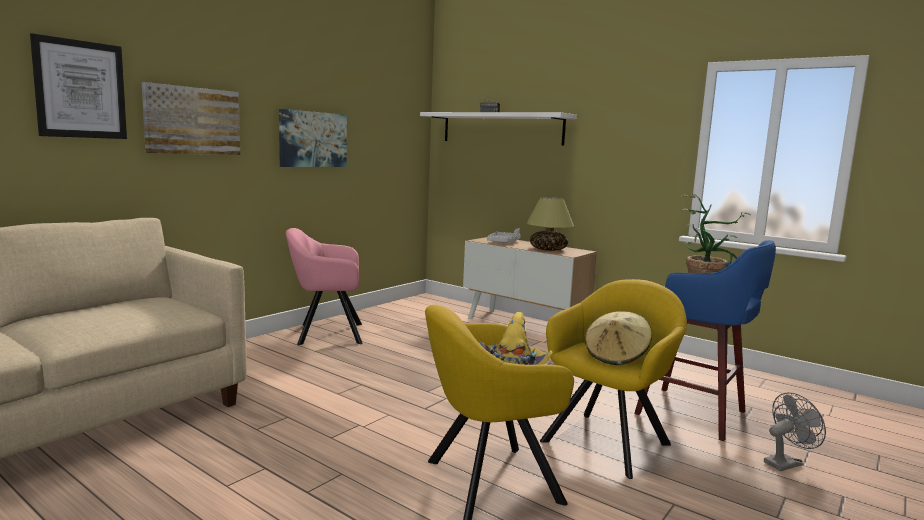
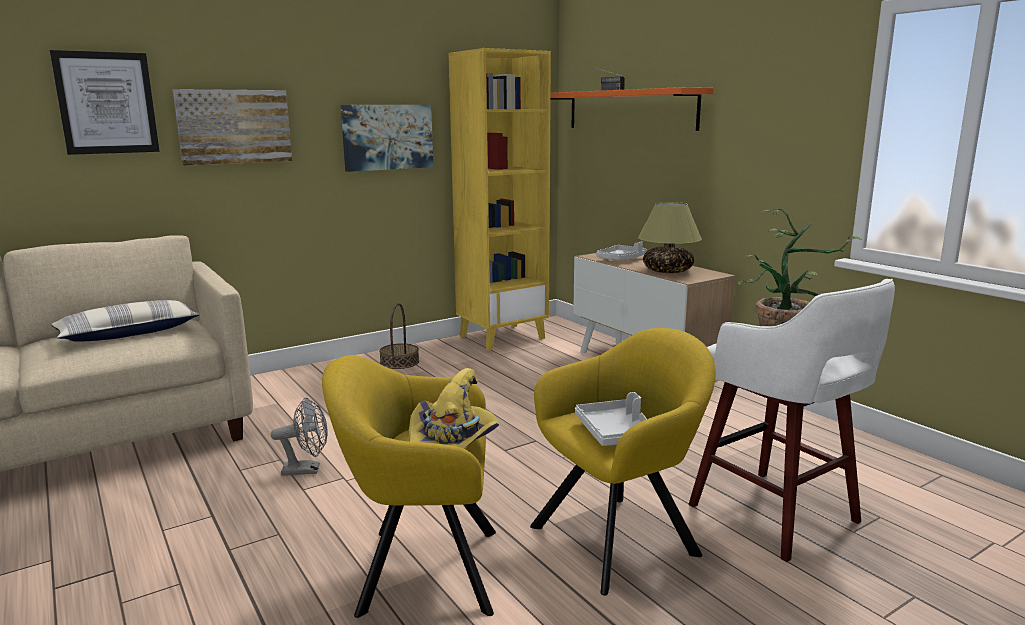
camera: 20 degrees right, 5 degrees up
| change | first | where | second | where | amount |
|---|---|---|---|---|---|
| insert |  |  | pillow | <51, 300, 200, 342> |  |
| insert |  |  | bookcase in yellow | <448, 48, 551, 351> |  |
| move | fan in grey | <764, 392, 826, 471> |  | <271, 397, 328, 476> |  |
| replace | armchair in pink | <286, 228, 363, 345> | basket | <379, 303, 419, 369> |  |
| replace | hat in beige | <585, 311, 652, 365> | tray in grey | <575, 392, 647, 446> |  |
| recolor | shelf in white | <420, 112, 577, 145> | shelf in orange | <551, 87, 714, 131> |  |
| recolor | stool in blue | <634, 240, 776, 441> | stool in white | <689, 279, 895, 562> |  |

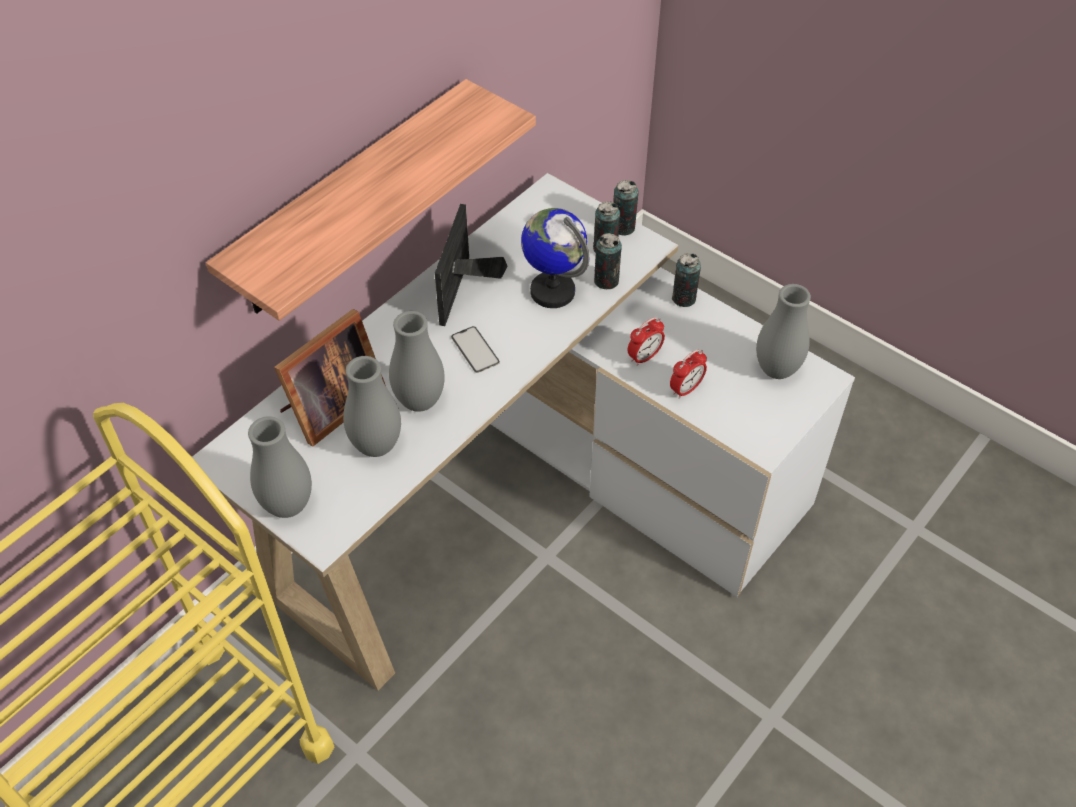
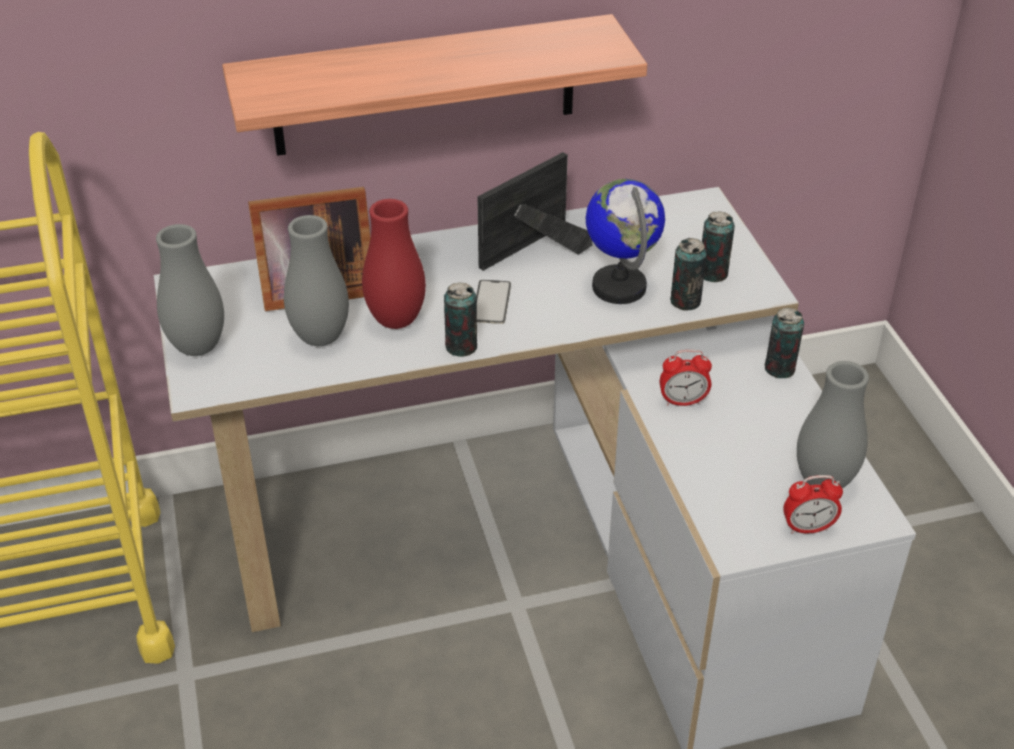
camera: 35 degrees right, 10 degrees down
| change | first | where | second | where | amount |
|---|---|---|---|---|---|
| move | can | <613, 180, 638, 236> |  | <444, 282, 477, 357> |  |
| move | alarm clock | <670, 349, 707, 399> |  | <783, 475, 843, 534> |  |
| recolor | vase in grey | <389, 311, 445, 412> | vase in red | <362, 199, 426, 329> |  |

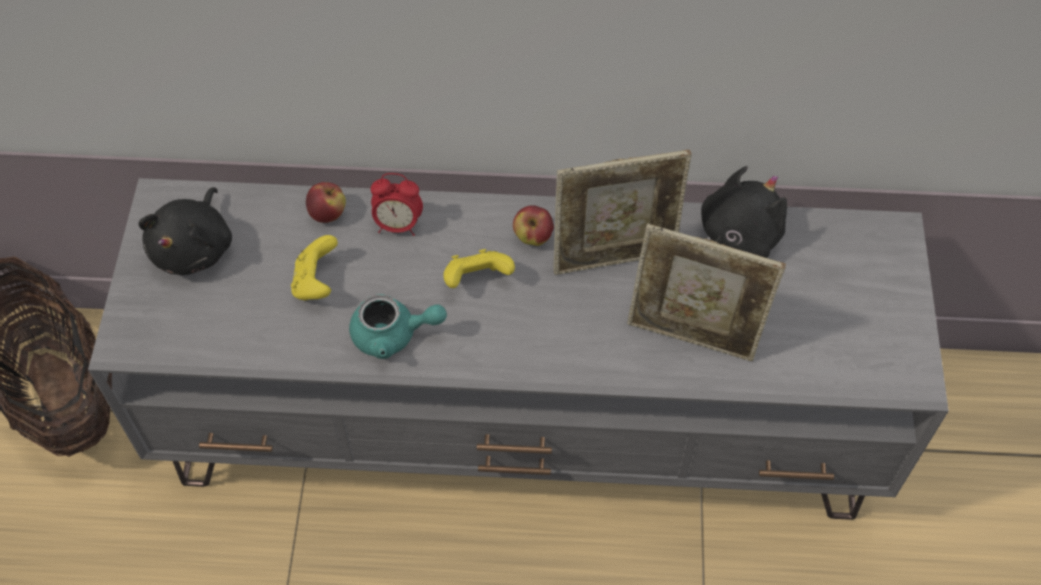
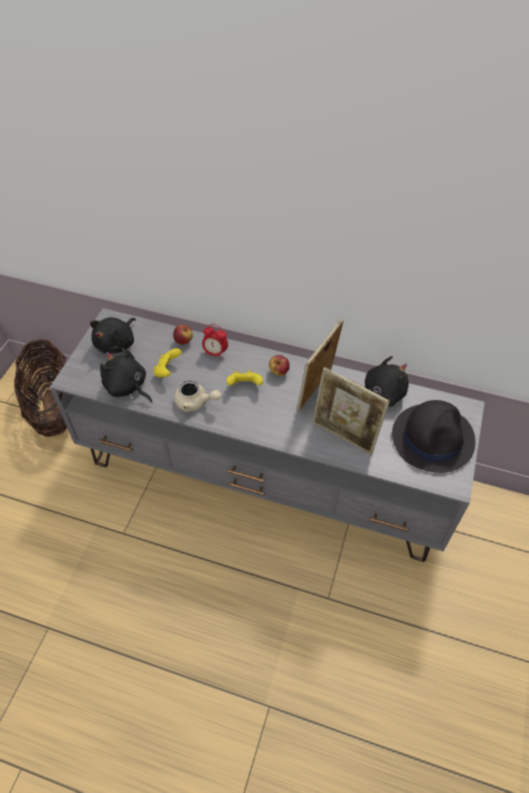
camera: 15 degrees right, 5 degrees down
| change | first | where | second | where | amount |
|---|---|---|---|---|---|
| insert |  |  | plush toy in black | <100, 347, 152, 403> |  |
| insert |  |  | hat in black | <392, 400, 475, 473> |  |
| recolor | teapot in turquoise | <349, 294, 447, 359> | teapot in beige | <174, 380, 221, 412> |  |
| rotate | picture frame | <553, 150, 692, 275> |  | <297, 319, 344, 410> | 120 degrees clockwise |

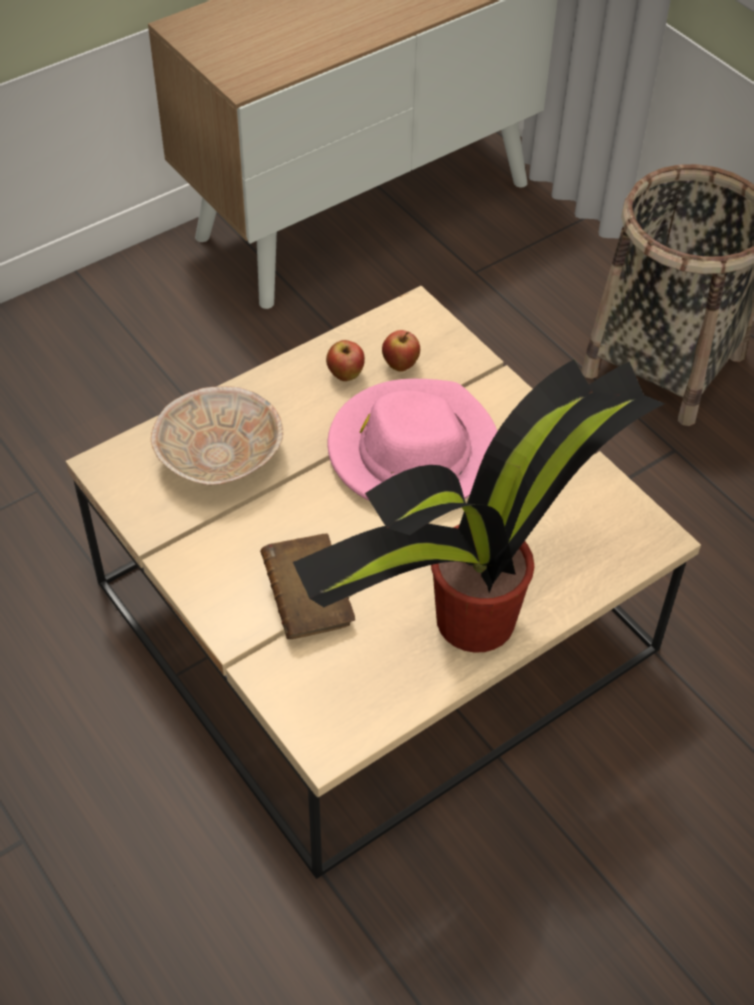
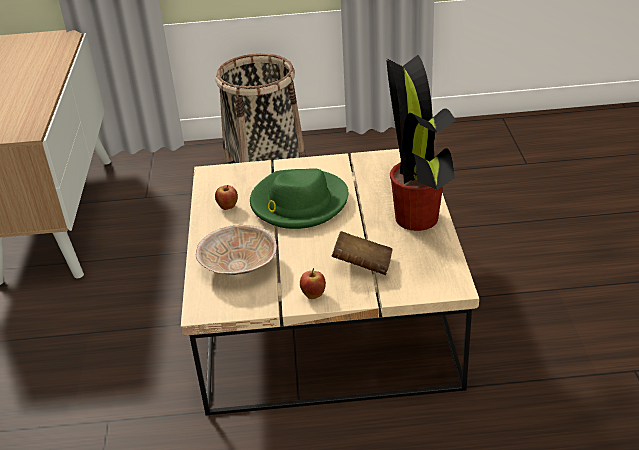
camera: 55 degrees left, 15 degrees down
| change | first | where | second | where | amount |
|---|---|---|---|---|---|
| move | apple | <382, 330, 420, 372> |  | <300, 268, 326, 299> |  |
| recolor | hat in pink | <328, 379, 497, 501> | hat in green | <250, 168, 348, 229> |  |

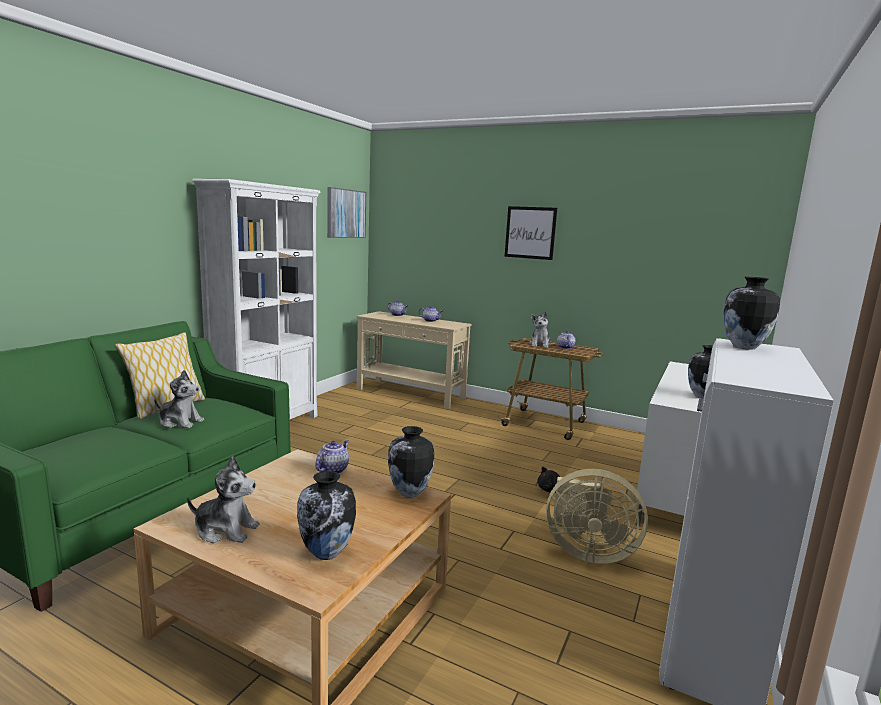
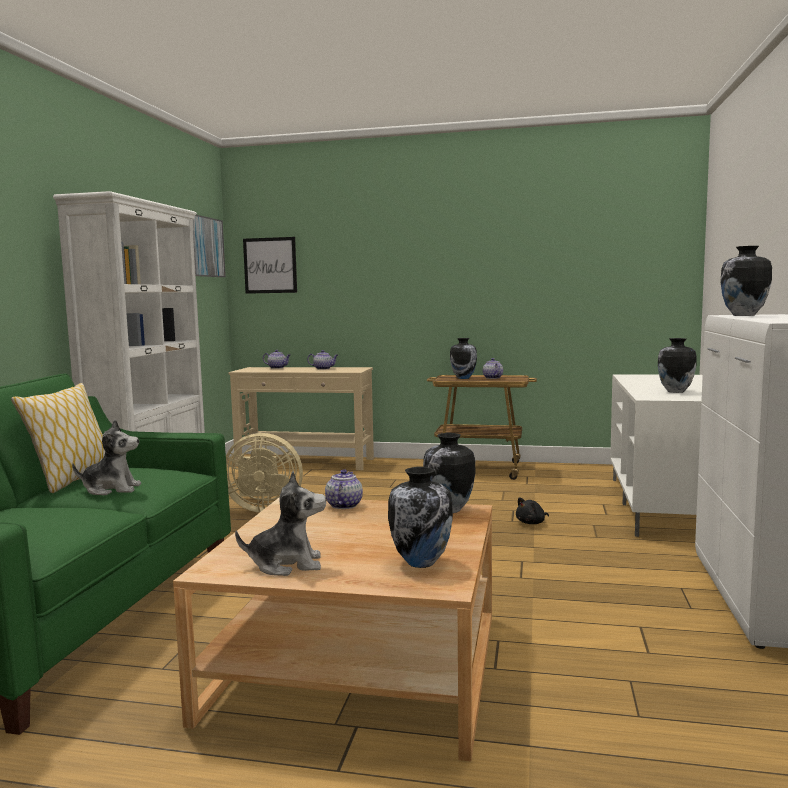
camera: 15 degrees left, 5 degrees down
| change | first | where | second | where | amount |
|---|---|---|---|---|---|
| move | picture | <504, 206, 557, 260> |  | <243, 237, 297, 294> |  |
| move | fan in beige | <546, 469, 648, 564> |  | <226, 433, 303, 512> |  |
| replace | plush toy | <529, 311, 551, 348> | vase | <450, 338, 477, 379> |  |

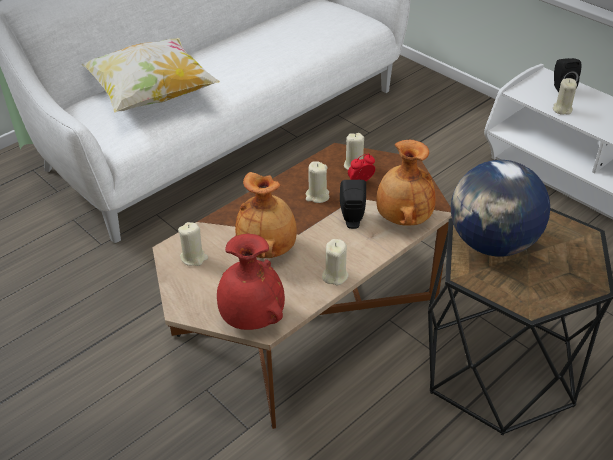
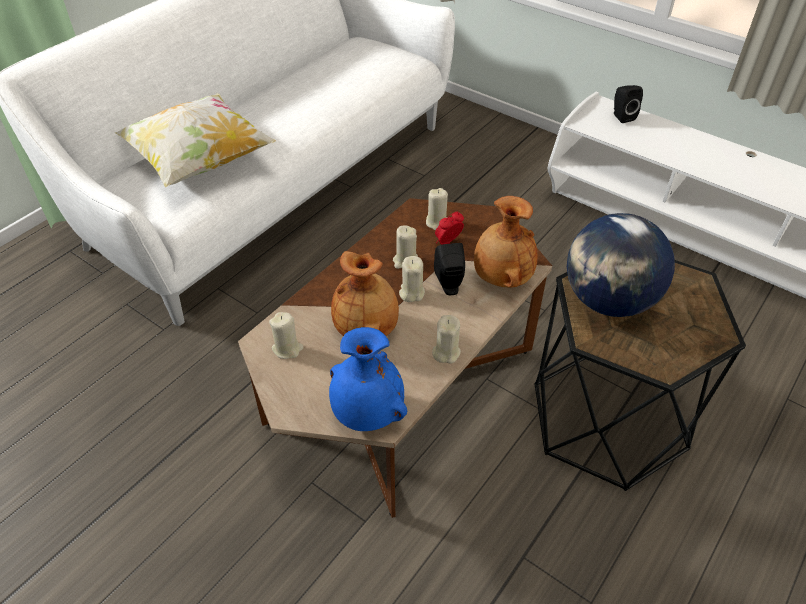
camera: 10 degrees left, 5 degrees up
| change | first | where | second | where | amount |
|---|---|---|---|---|---|
| move | candle in beige | <553, 78, 577, 115> |  | <399, 256, 425, 302> |  |
| recolor | vase in red | <217, 234, 285, 330> | vase in blue | <329, 327, 407, 431> |  |

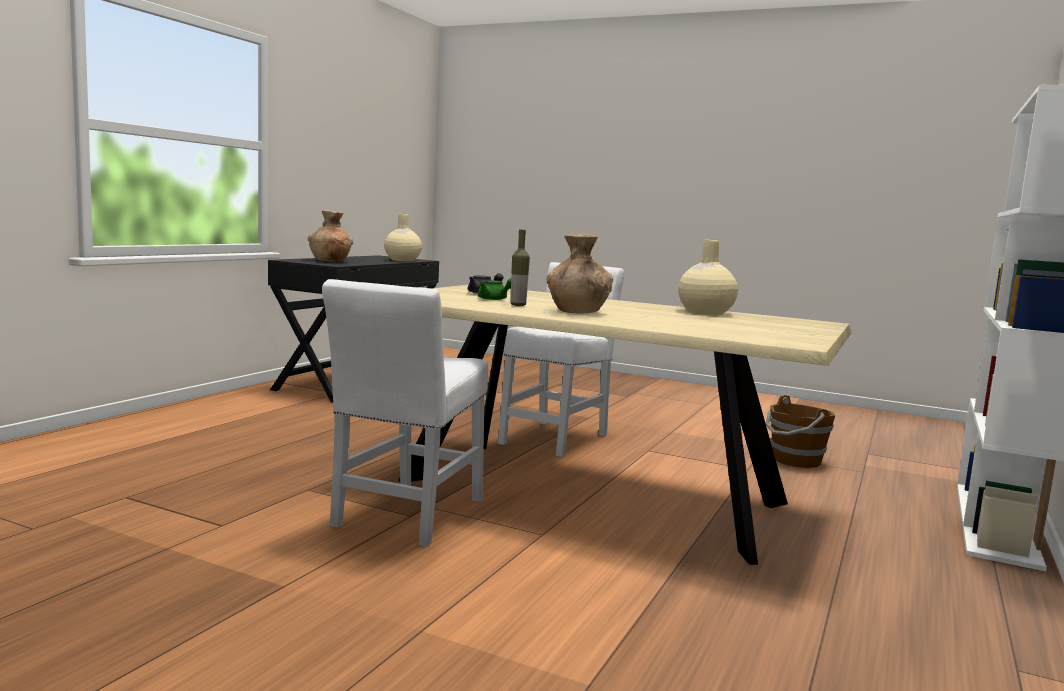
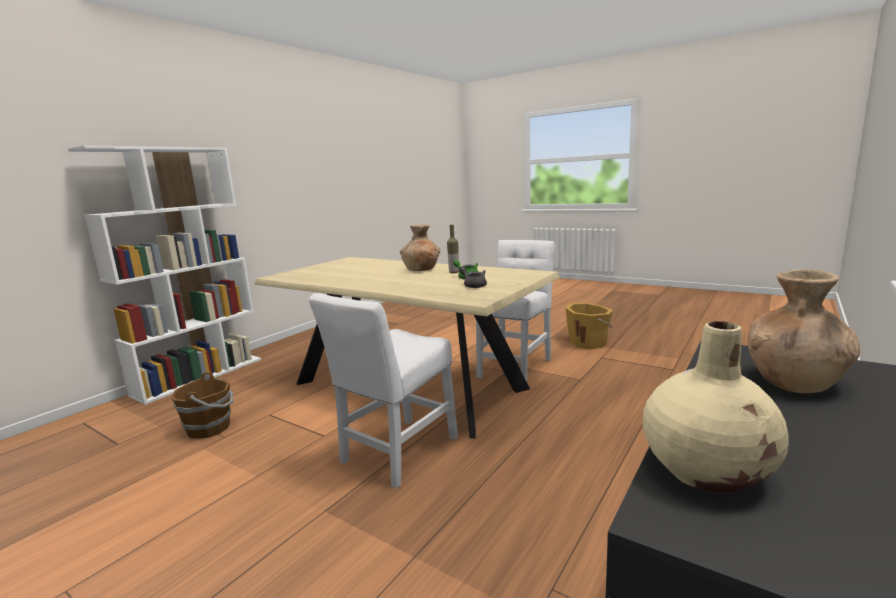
camera: 170 degrees left, 5 degrees up
| change | first | where | second | where | amount |
|---|---|---|---|---|---|
| delete | vase in beige | <678, 239, 738, 315> |  |  |  |
| insert |  |  | bucket in orange | <566, 303, 613, 349> |  |

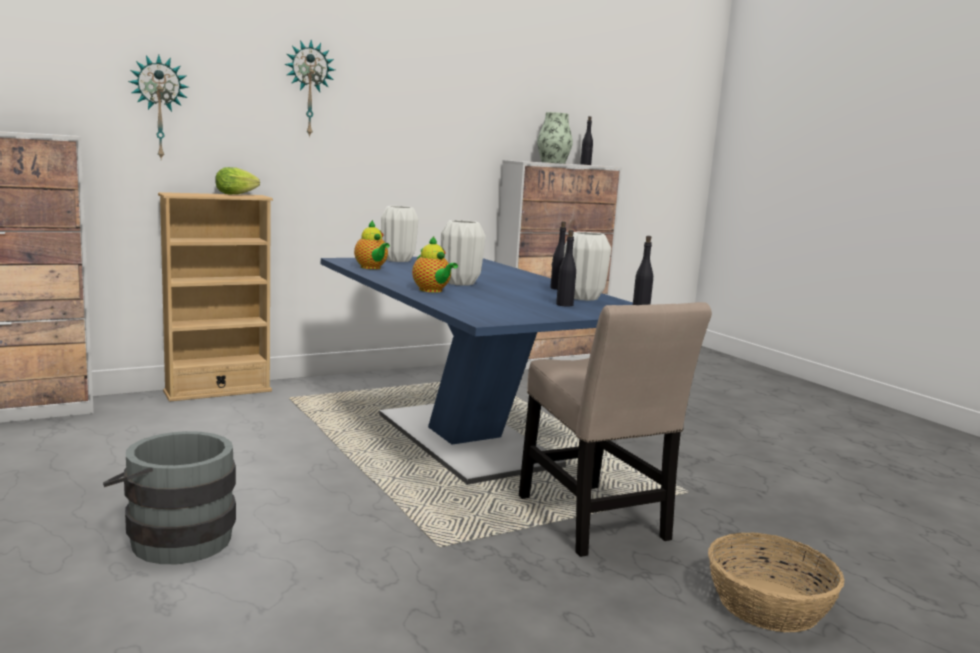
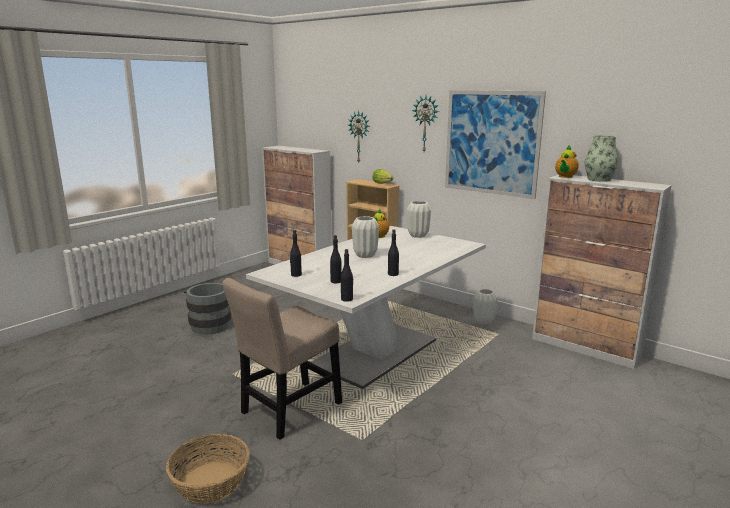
camera: 70 degrees right, 5 degrees up
| change | first | where | second | where | amount |
|---|---|---|---|---|---|
| insert |  |  | picture | <445, 90, 546, 199> |  |
| move | teapot | <412, 236, 458, 293> |  | <555, 146, 579, 178> |  |
| move | vase in white | <564, 232, 611, 301> |  | <474, 289, 497, 325> |  |
| move | bottle in black | <580, 116, 593, 165> |  | <290, 230, 302, 277> |  |
| recolor | dining table in blue | <321, 257, 633, 485> | dining table in white | <246, 226, 486, 389> |  |

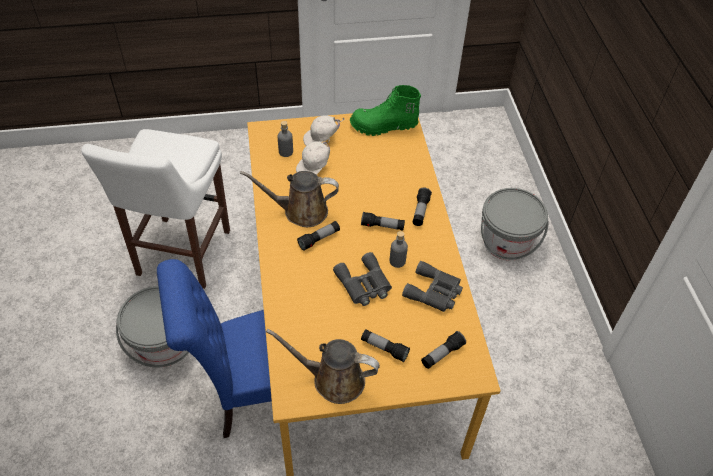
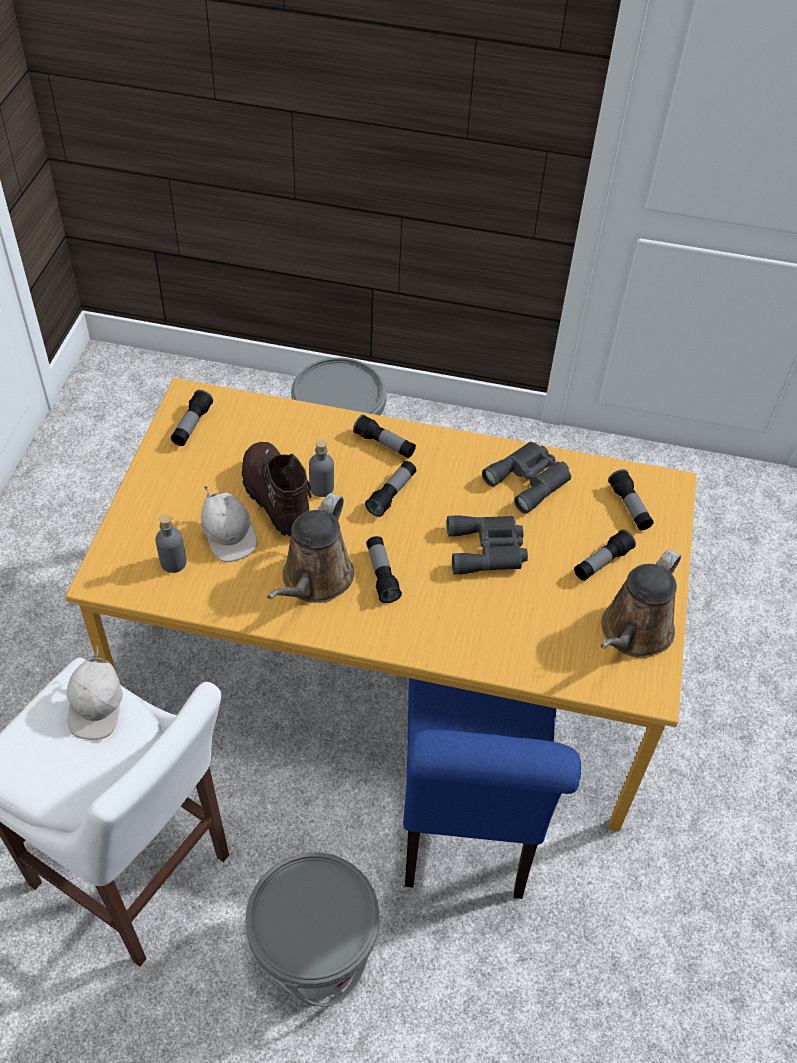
camera: 70 degrees left, 0 degrees up
| change | first | where | second | where | amount |
|---|---|---|---|---|---|
| insert |  |  | boot in brown | <242, 442, 311, 537> |  |
| move | cap in white | <303, 115, 345, 146> |  | <67, 646, 123, 740> |  |
| move | bottle in grey | <390, 231, 408, 268> |  | <309, 440, 334, 497> |  |
| replace | boot in green | <350, 85, 421, 136> | flashlight | <171, 390, 213, 446> |  |

